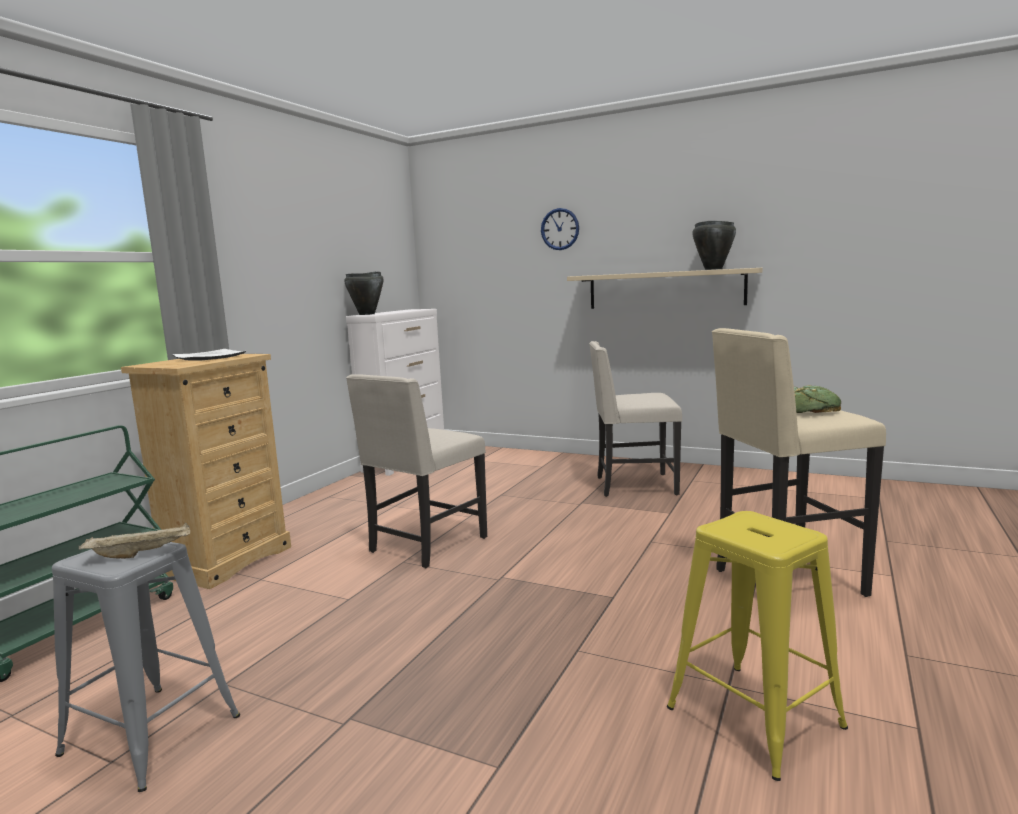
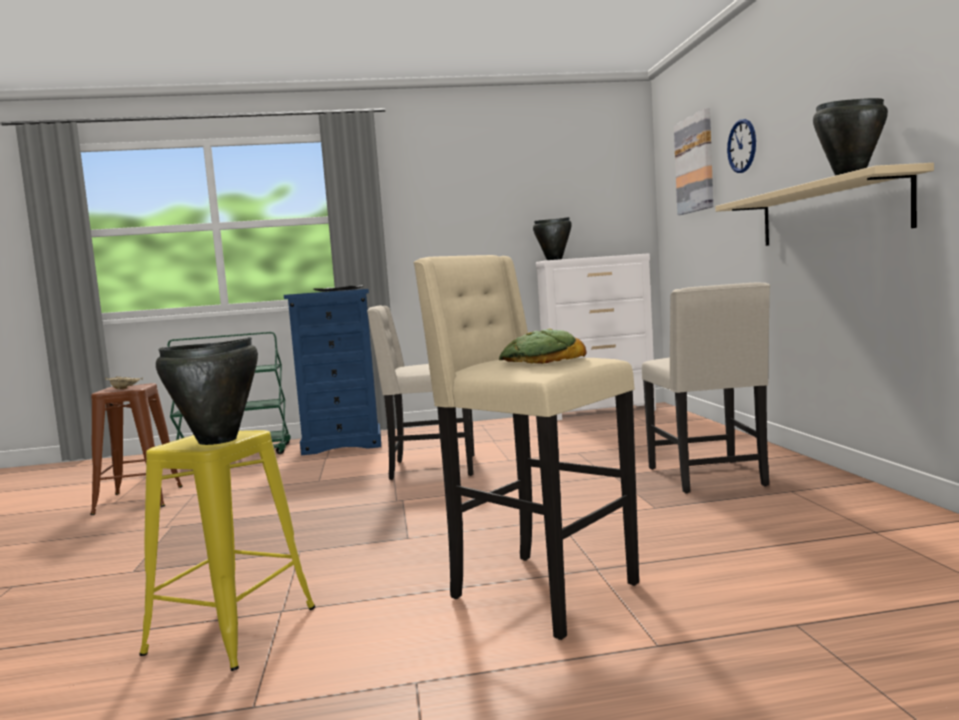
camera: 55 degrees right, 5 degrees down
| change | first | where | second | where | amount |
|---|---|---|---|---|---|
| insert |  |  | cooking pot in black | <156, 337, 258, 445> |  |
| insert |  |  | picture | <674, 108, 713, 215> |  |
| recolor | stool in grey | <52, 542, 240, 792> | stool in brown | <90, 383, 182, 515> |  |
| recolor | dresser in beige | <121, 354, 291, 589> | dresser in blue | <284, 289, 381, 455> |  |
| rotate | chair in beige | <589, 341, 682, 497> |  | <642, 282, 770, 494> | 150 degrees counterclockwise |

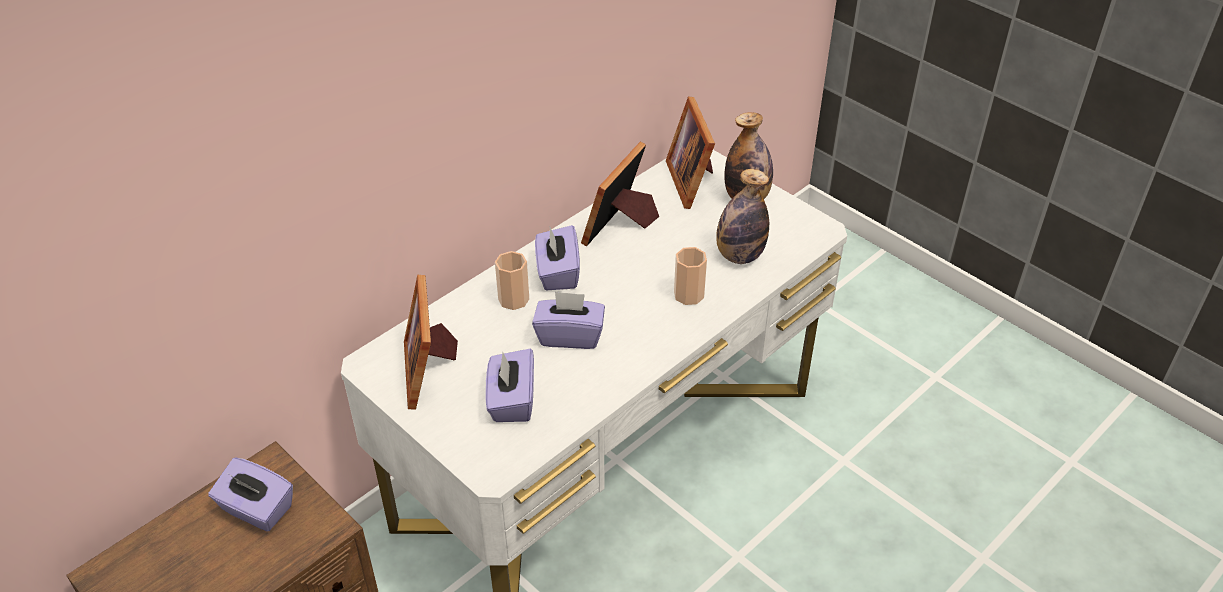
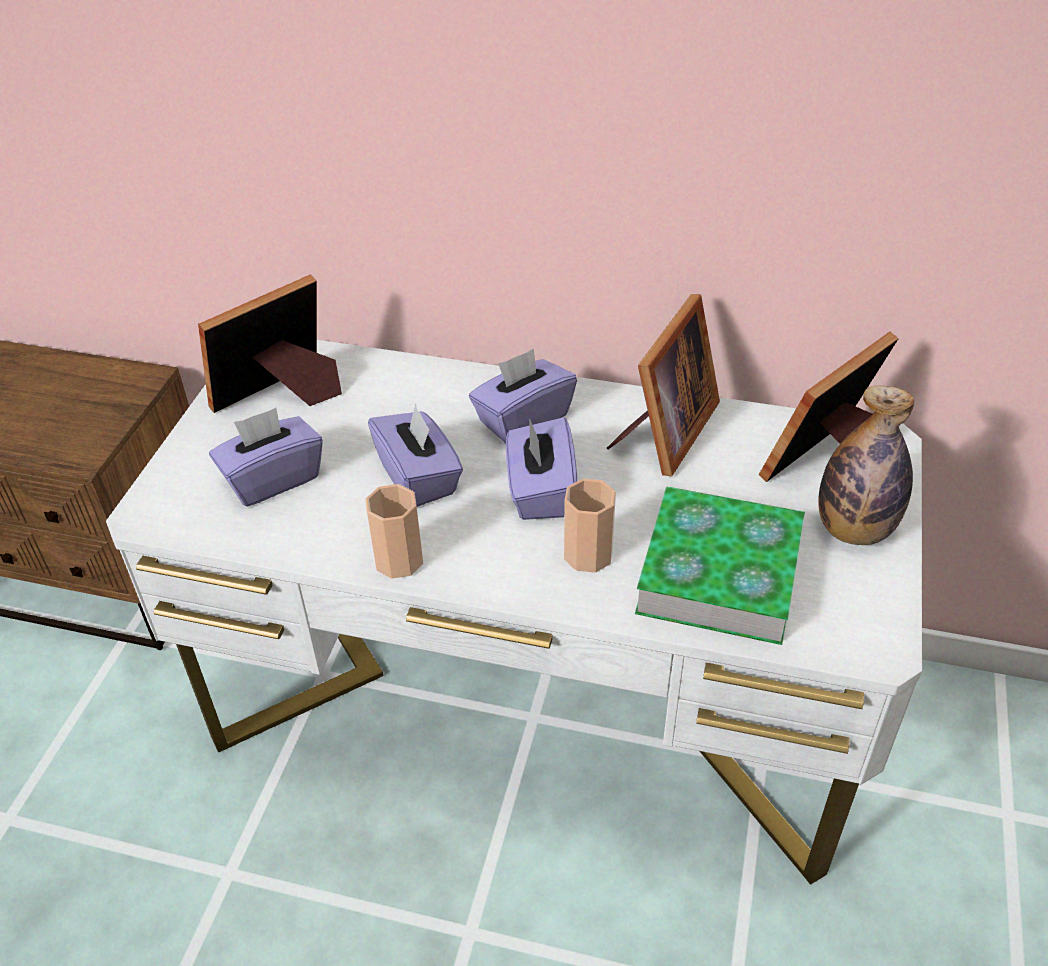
camera: 60 degrees right, 0 degrees up
| change | first | where | second | where | amount |
|---|---|---|---|---|---|
| move | tissue box in purple | <209, 458, 293, 532> |  | <506, 417, 577, 520> |  |
| move | cup | <495, 251, 529, 310> |  | <365, 484, 423, 579> |  |
| replace | bottle | <716, 169, 769, 264> | book | <635, 486, 805, 645> |  |
| rotate | picture frame | <581, 141, 659, 246> |  | <607, 294, 720, 476> | 120 degrees clockwise |

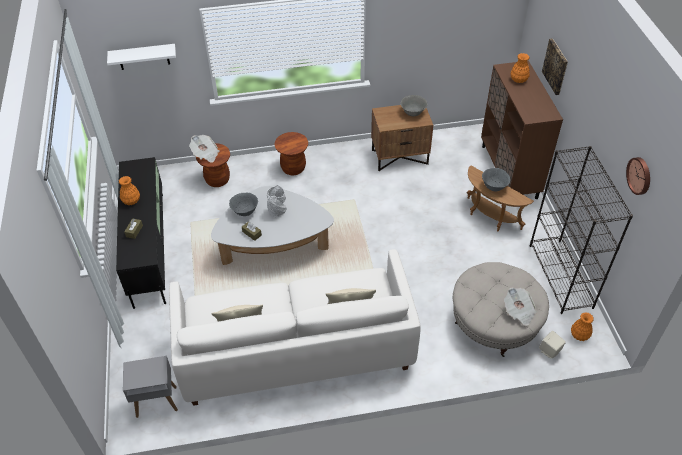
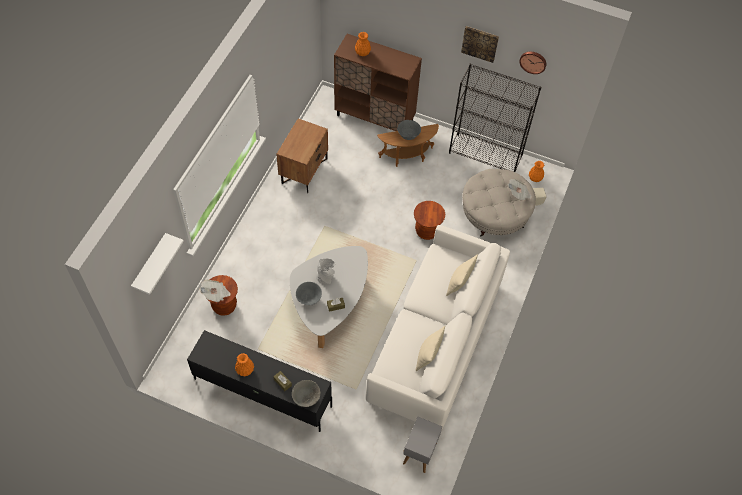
camera: 60 degrees left, 10 degrees up
| change | first | where | second | where | amount |
|---|---|---|---|---|---|
| move | stool in brown | <275, 132, 308, 176> |  | <414, 201, 445, 240> |  |
| move | bowl in grey | <401, 95, 428, 116> |  | <292, 380, 321, 407> |  |
| move | picture | <542, 38, 568, 95> |  | <461, 26, 499, 63> |  |

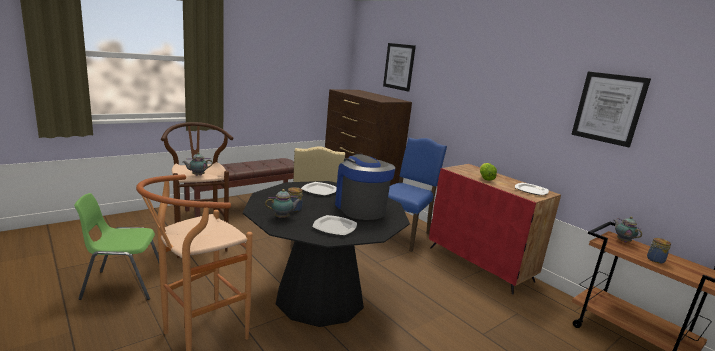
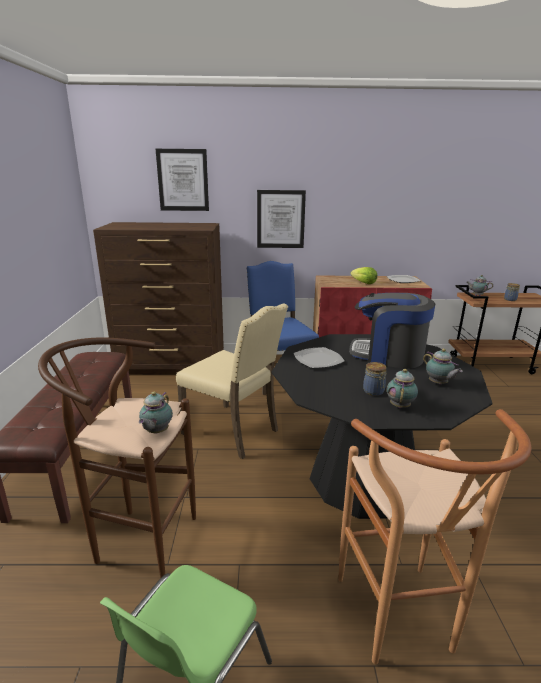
camera: 50 degrees left, 5 degrees up
| change | first | where | second | where | amount |
|---|---|---|---|---|---|
| move | picture | <571, 72, 651, 147> |  | <257, 190, 306, 248> |  |
| replace | plate | <312, 215, 357, 236> | teapot | <423, 349, 463, 385> |  |

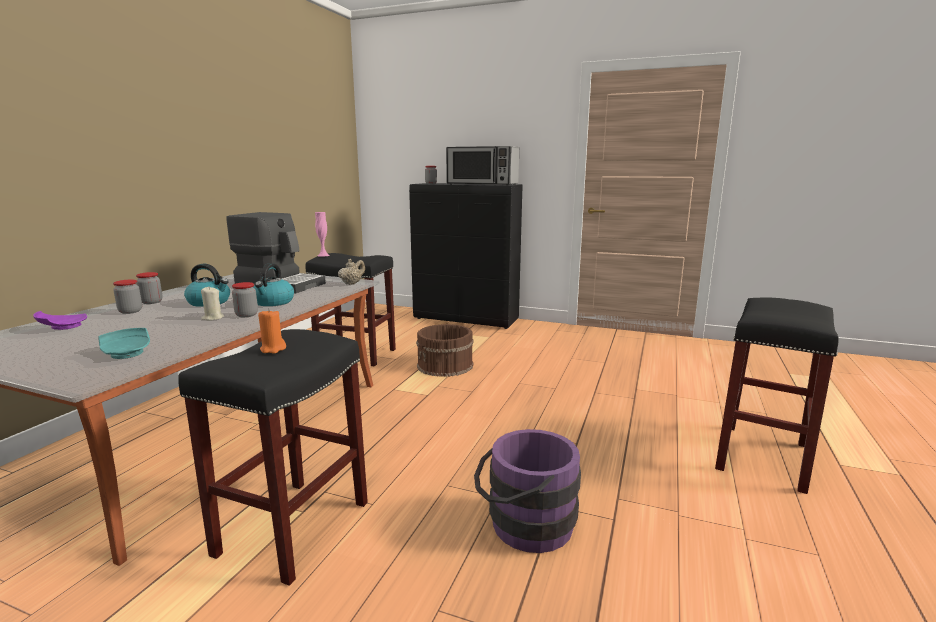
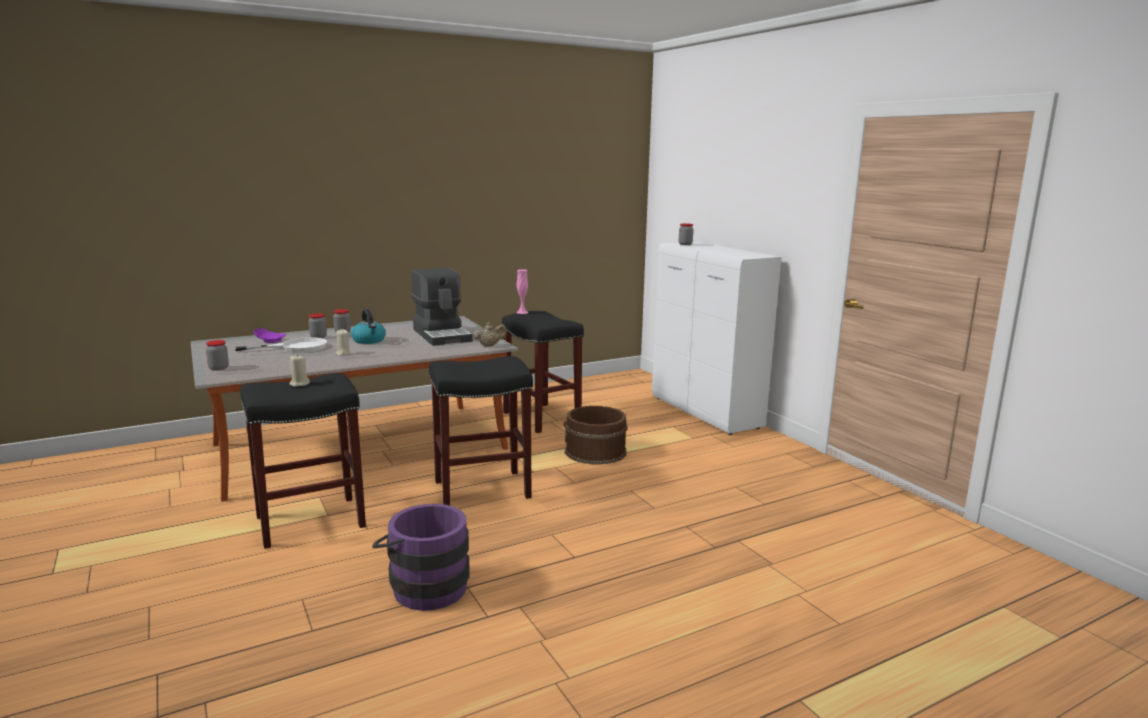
camera: 40 degrees right, 0 degrees up
| change | first | where | second | where | amount |
|---|---|---|---|---|---|
| delete | plate in turquoise | <99, 328, 150, 359> |  |  |  |
| delete | kettle | <253, 263, 294, 306> |  |  |  |
| delete | microwave | <446, 146, 519, 185> |  |  |  |
| insert |  |  | frying pan in white | <235, 337, 327, 353> |  |
| move | jar | <232, 282, 258, 317> |  | <206, 340, 229, 371> |  |
| move | stool in black | <715, 298, 839, 494> |  | <429, 356, 533, 506> |  |
| recolor | candle in orange | <258, 308, 286, 354> | candle in beige | <290, 355, 310, 387> |  |
| recolor | cabinet in black | <409, 183, 523, 329> | cabinet in white | <652, 242, 781, 435> |  |

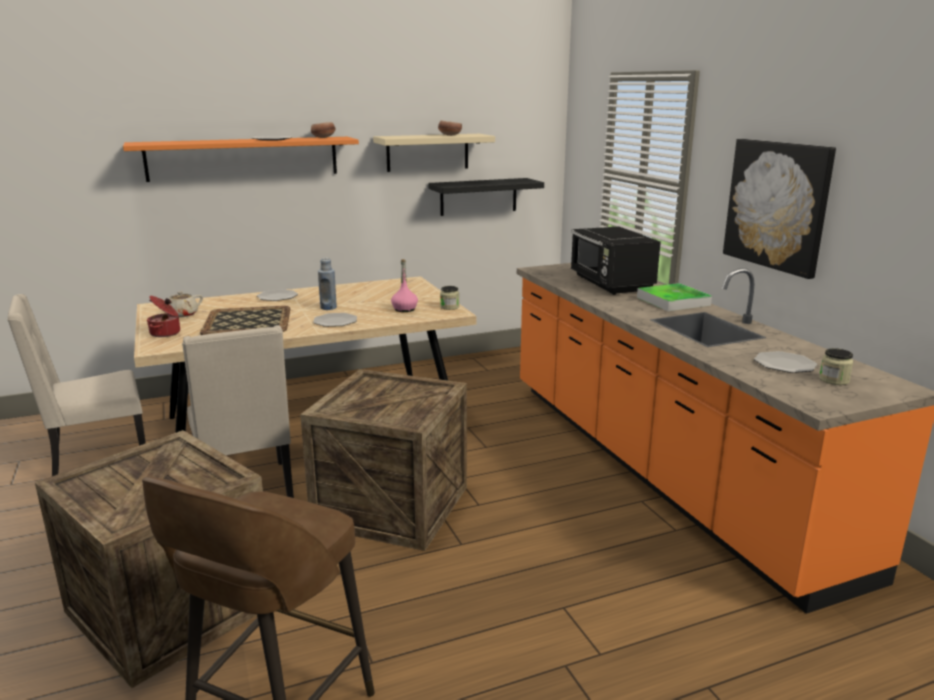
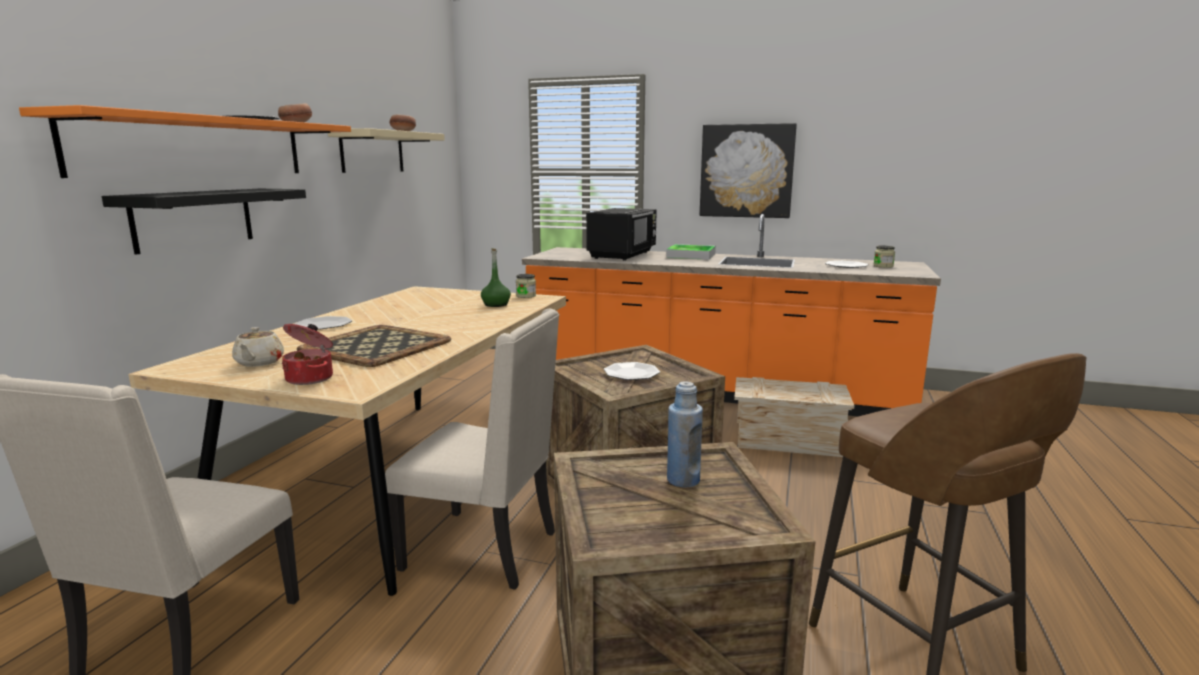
camera: 50 degrees left, 5 degrees down
| change | first | where | second | where | amount |
|---|---|---|---|---|---|
| insert |  |  | crate | <734, 377, 854, 457> |  |
| move | plate | <313, 313, 357, 327> |  | <604, 362, 660, 380> |  |
| move | bottle in blue | <318, 258, 337, 310> |  | <667, 381, 703, 487> |  |
| move | shelf in black | <428, 178, 544, 216> |  | <102, 189, 306, 255> |  |
| recolor | bottle in pink | <391, 259, 418, 312> | bottle in green | <481, 248, 511, 307> |  |
| rotate | microwave in black | <571, 226, 661, 295> |  | <586, 208, 657, 261> | 90 degrees counterclockwise |

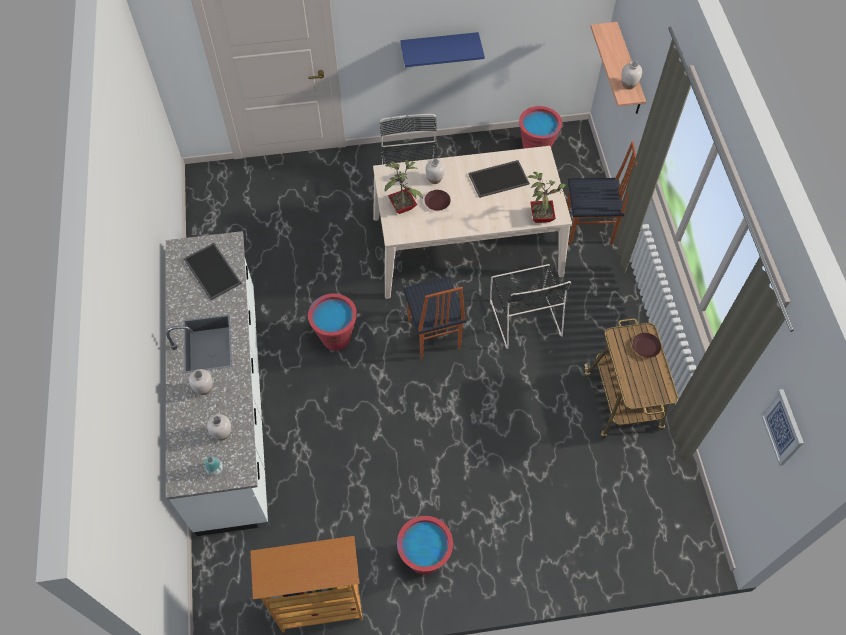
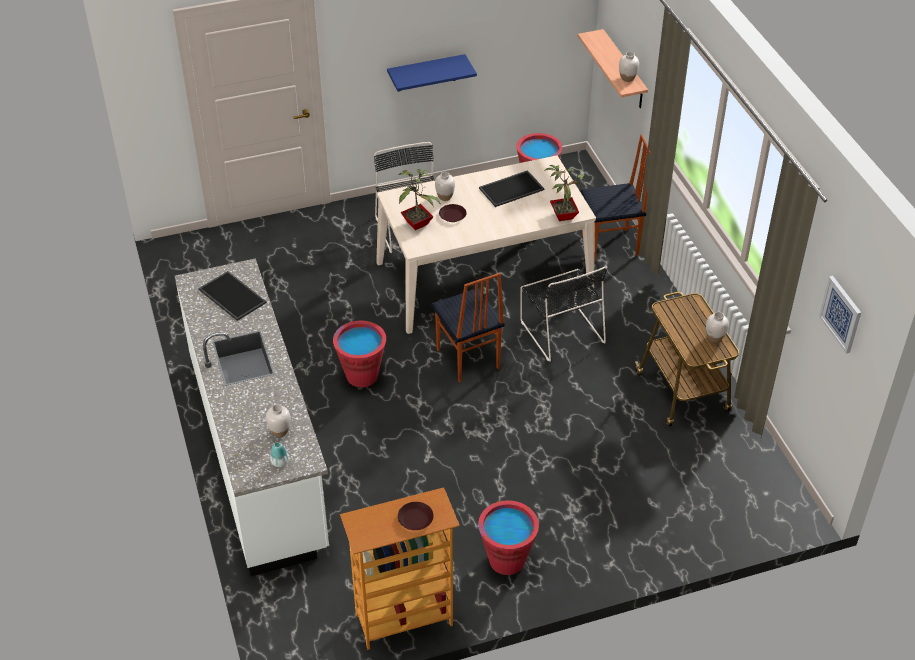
camera: 10 degrees left, 15 degrees down
| change | first | where | second | where | amount |
|---|---|---|---|---|---|
| move | vase in white | <189, 369, 213, 395> |  | <706, 312, 729, 343> |  |
| move | plate in brown | <633, 333, 661, 358> |  | <398, 502, 434, 530> |  |

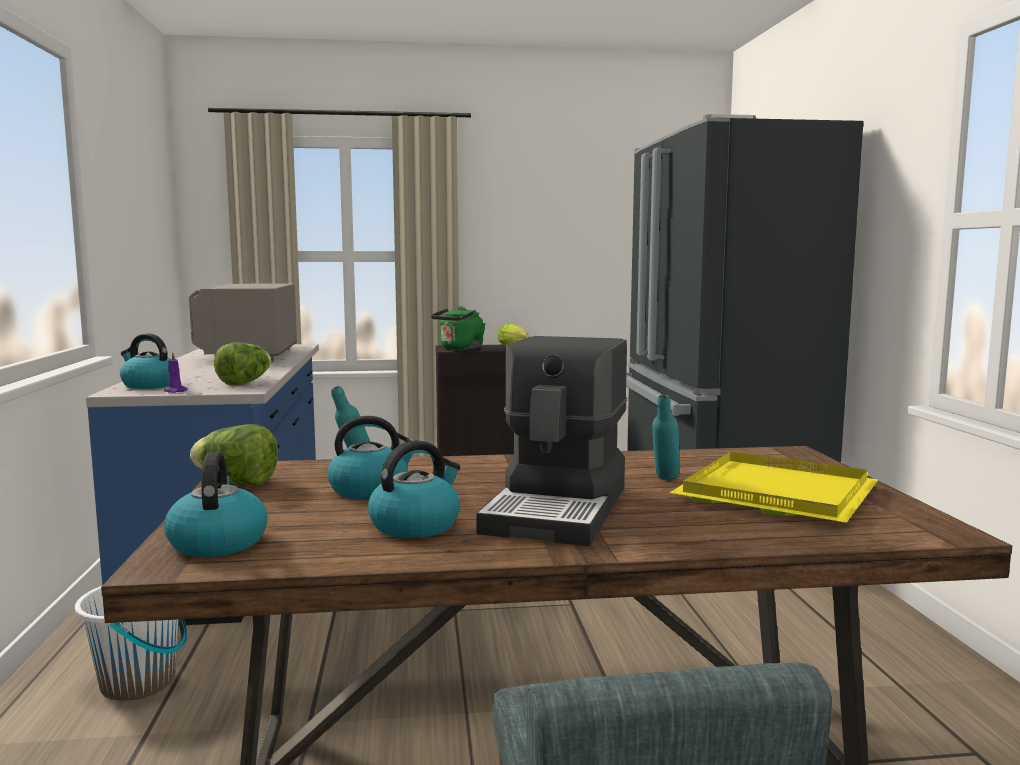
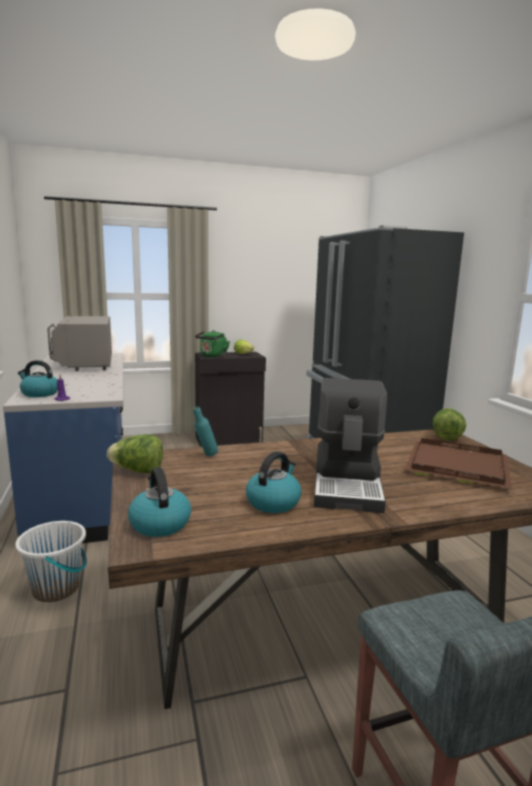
camera: 10 degrees left, 5 degrees up
| change | first | where | second | where | amount |
|---|---|---|---|---|---|
| delete | kettle | <327, 416, 414, 499> |  |  |  |
| delete | bottle in turquoise | <652, 394, 680, 481> |  |  |  |
| move | lettuce | <214, 342, 272, 386> |  | <433, 408, 466, 440> |  |
| recolor | tray in yellow | <670, 451, 879, 523> | tray in brown | <405, 438, 512, 489> |  |

